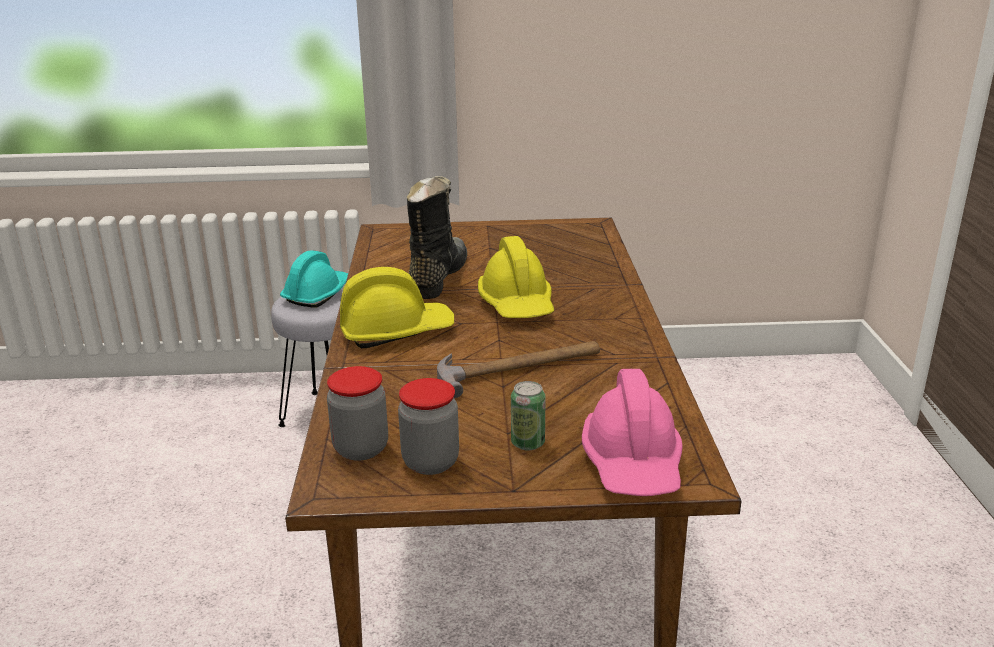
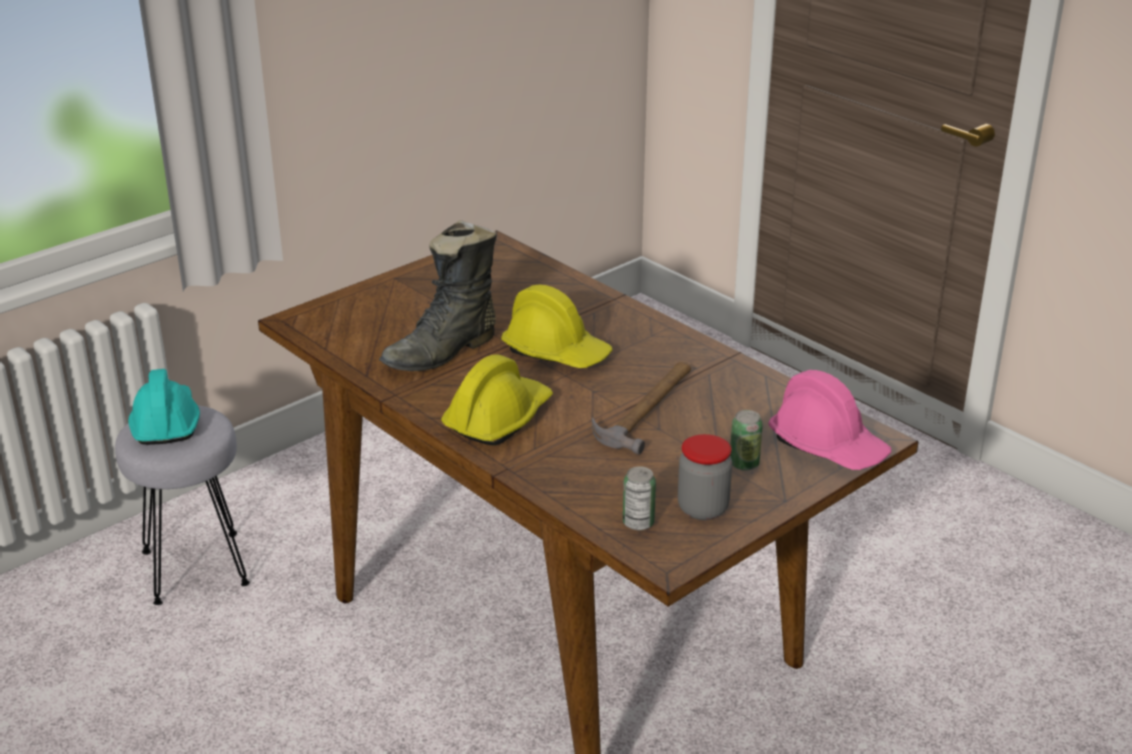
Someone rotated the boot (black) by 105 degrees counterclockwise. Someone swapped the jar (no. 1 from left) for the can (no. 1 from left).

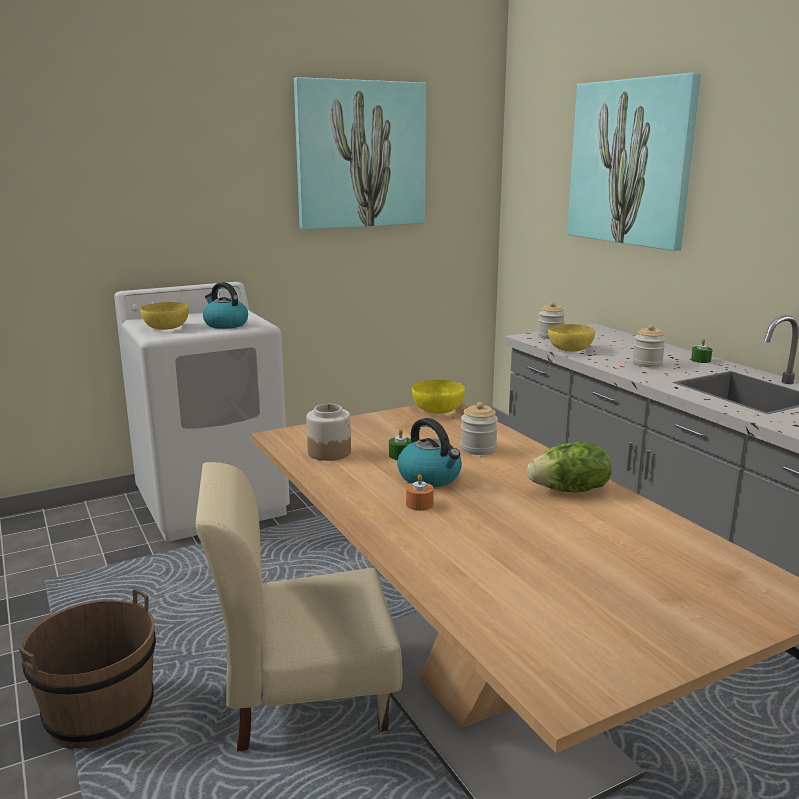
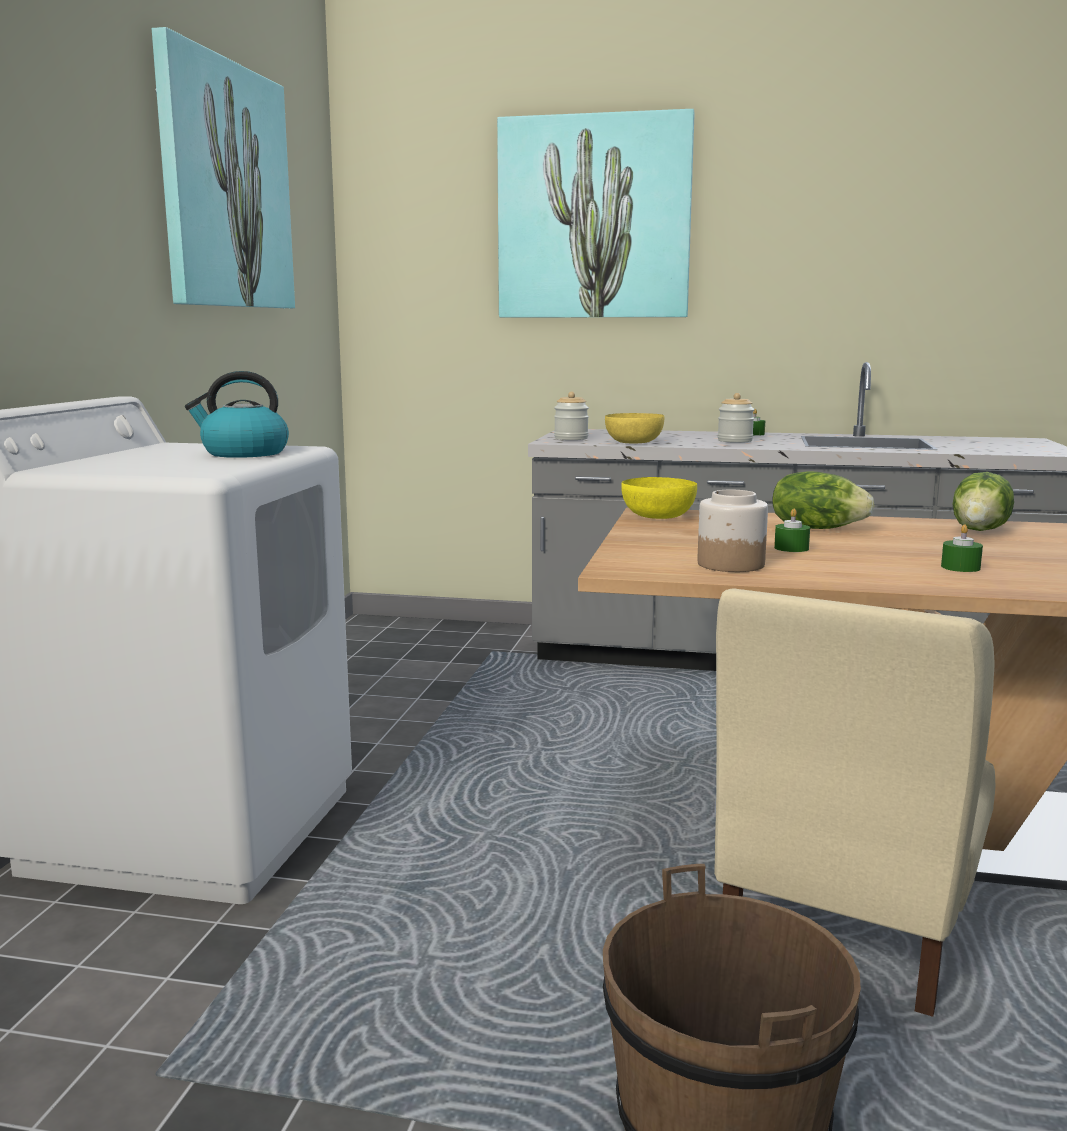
Someone swapped the jar (no. 2 from left) for the lettuce (no. 1 from left). Someone repainted the candle (orange), which became the candle (green) (no. 3 from left). Someone took away the bowl (yellow) (no. 1 from left). Someone took away the kettle (no. 2 from left).

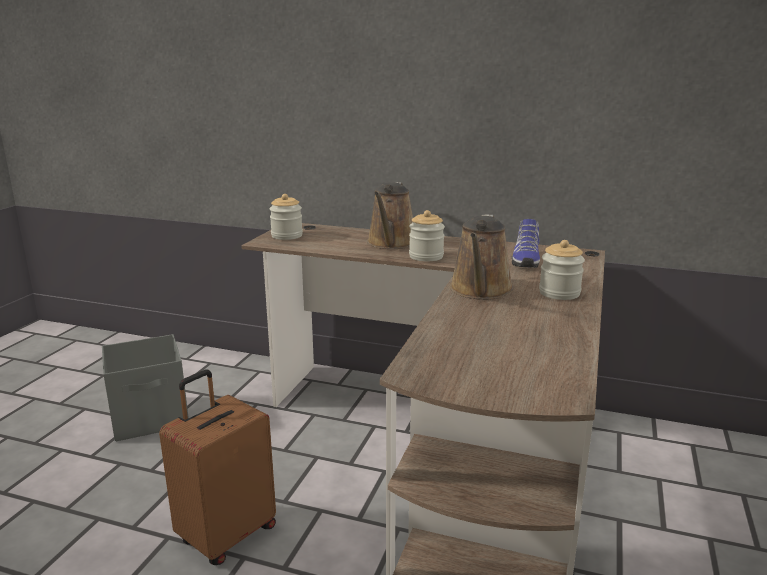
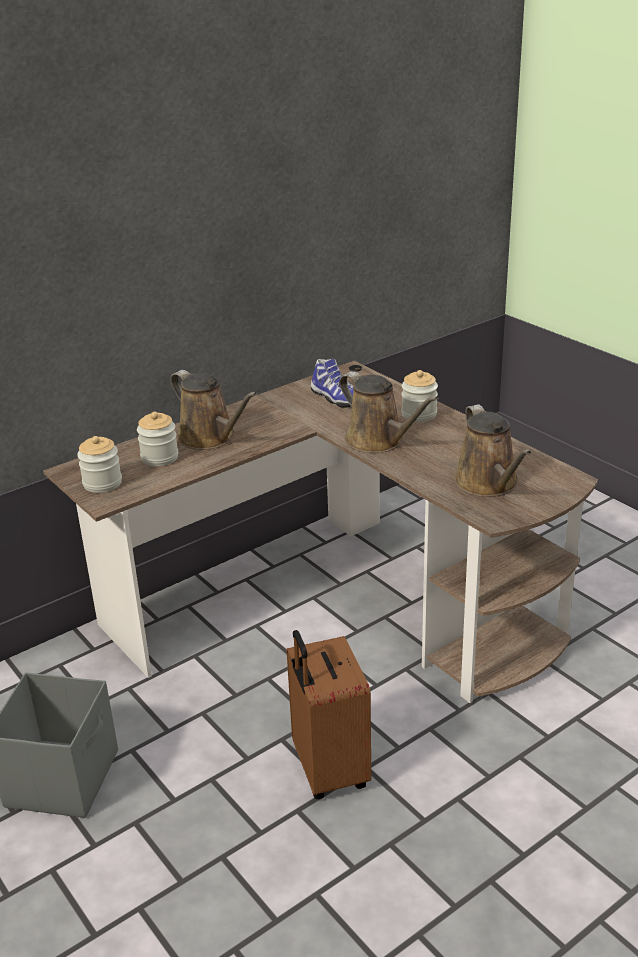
Someone carried the jar (no. 2 from left). Someone put down the watering can (brown) (no. 3 from left).

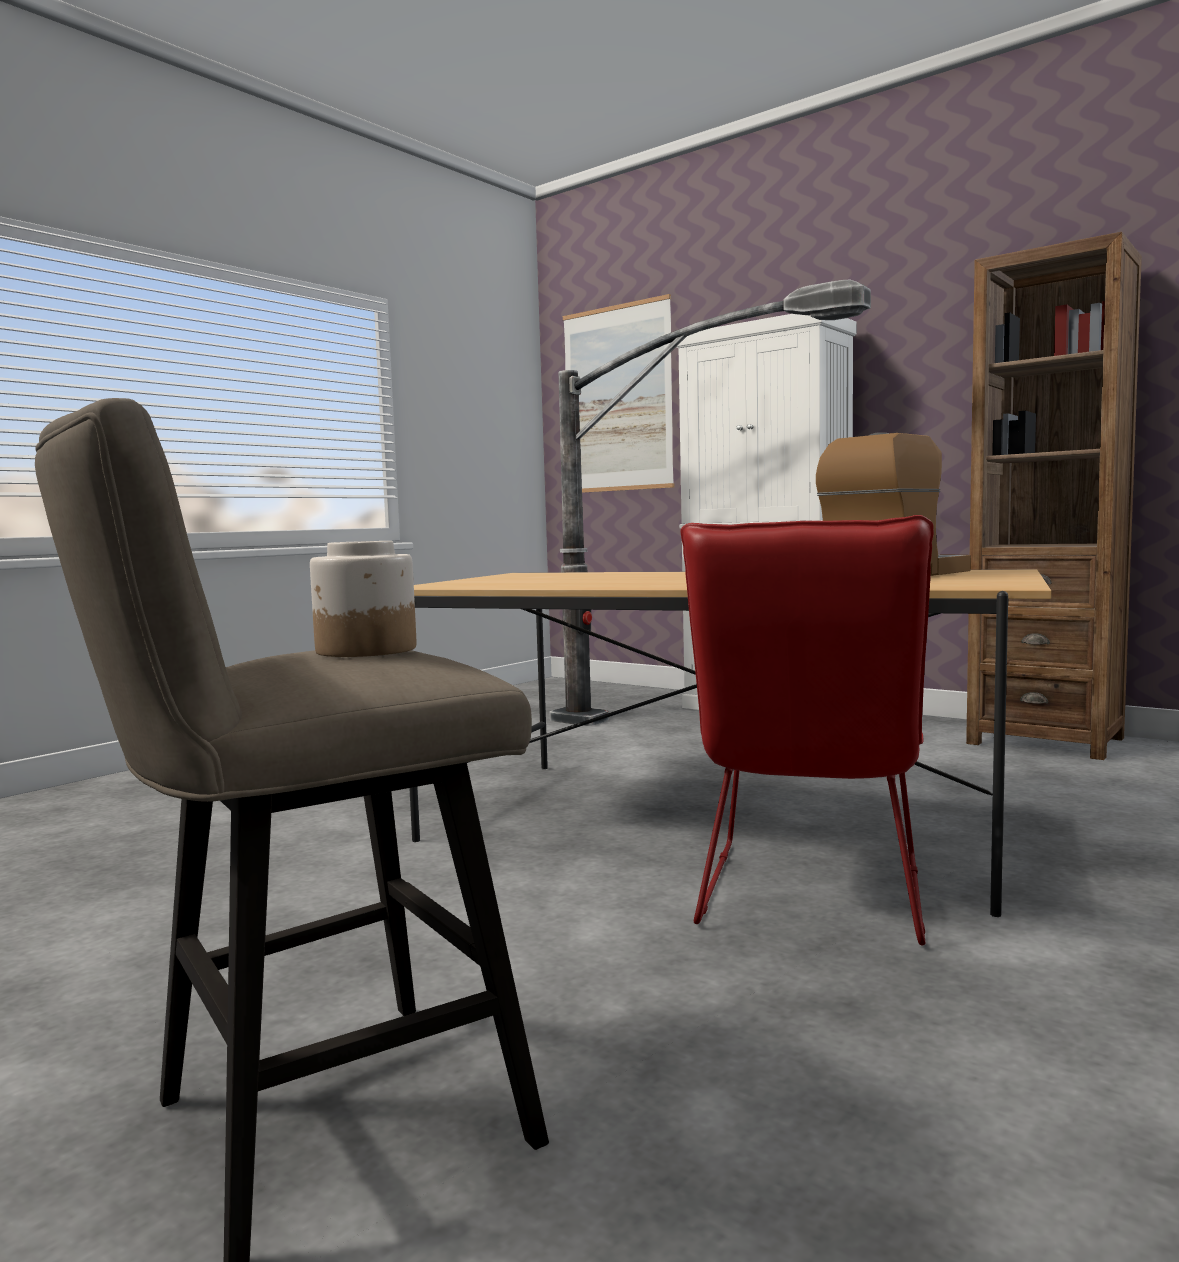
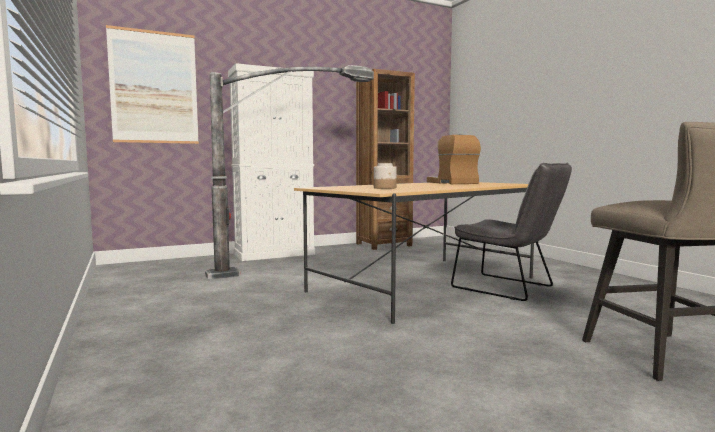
Someone carried the jar. Someone repainted the chair (red), which became the chair (grey).

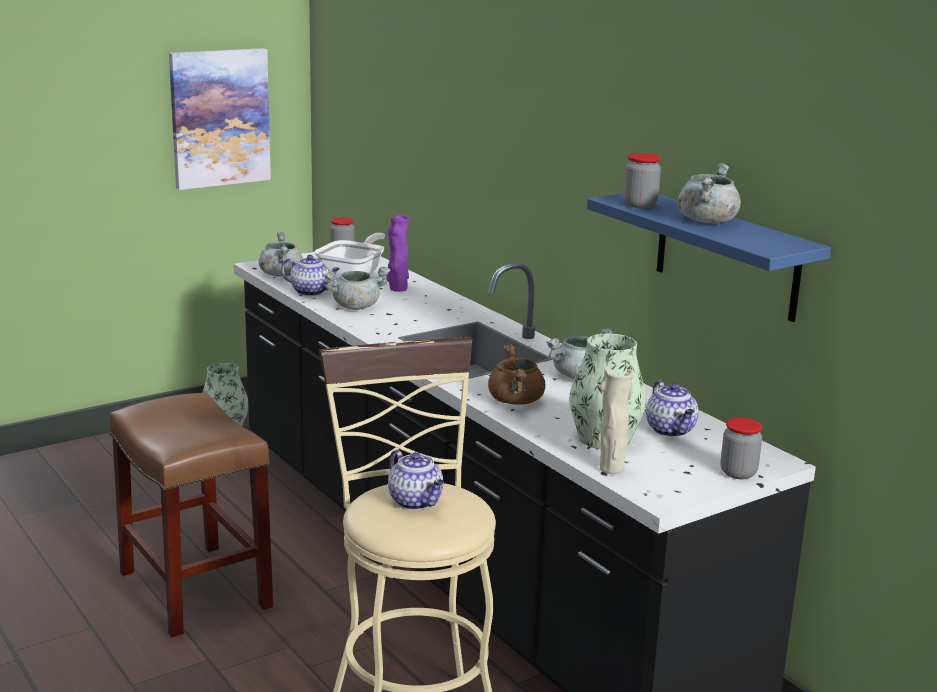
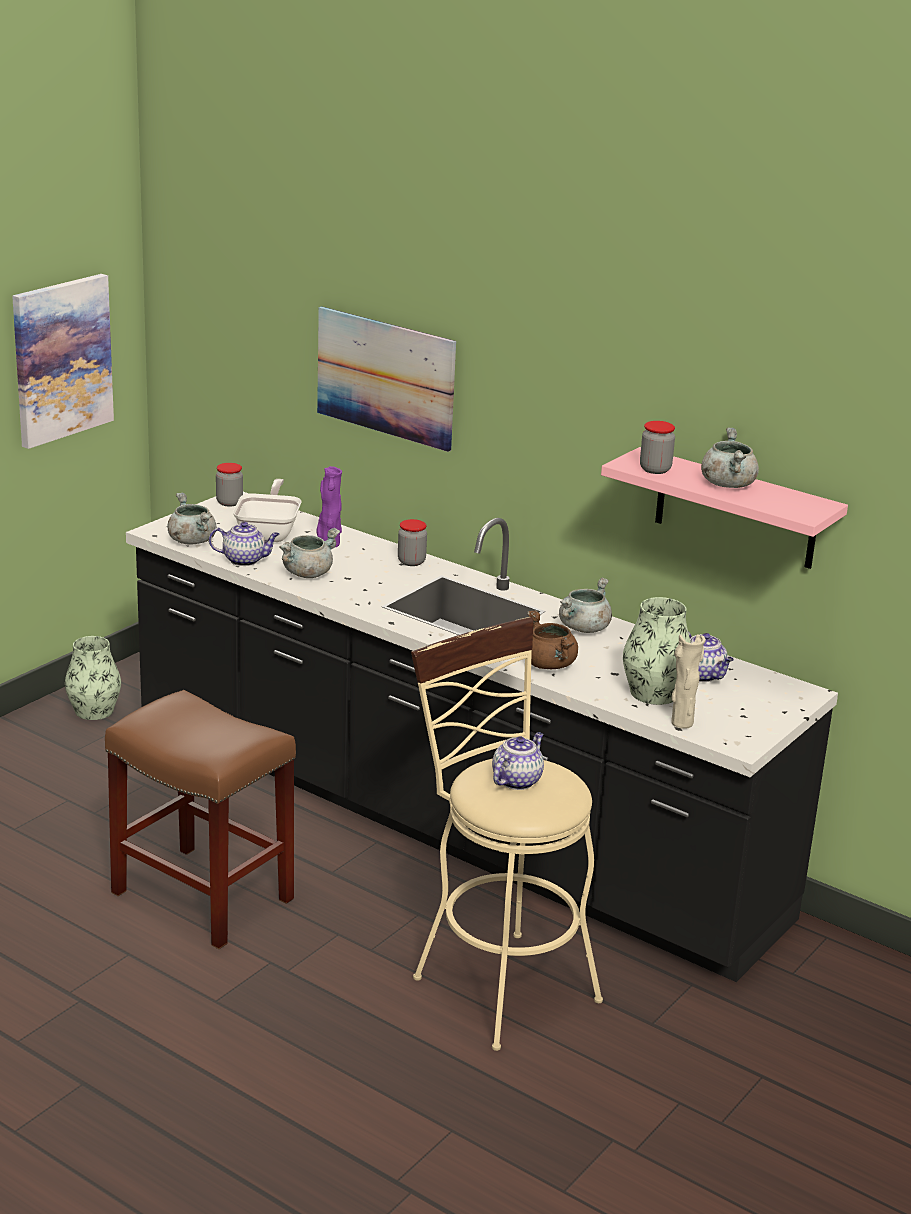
Someone put up the picture (no. 2 from left). Someone carried the jar (no. 3 from left in the first image). Someone rotated the teapot (no. 2 from left) by 90 degrees counterclockwise. Someone repainted the shelf (blue), which became the shelf (pink).

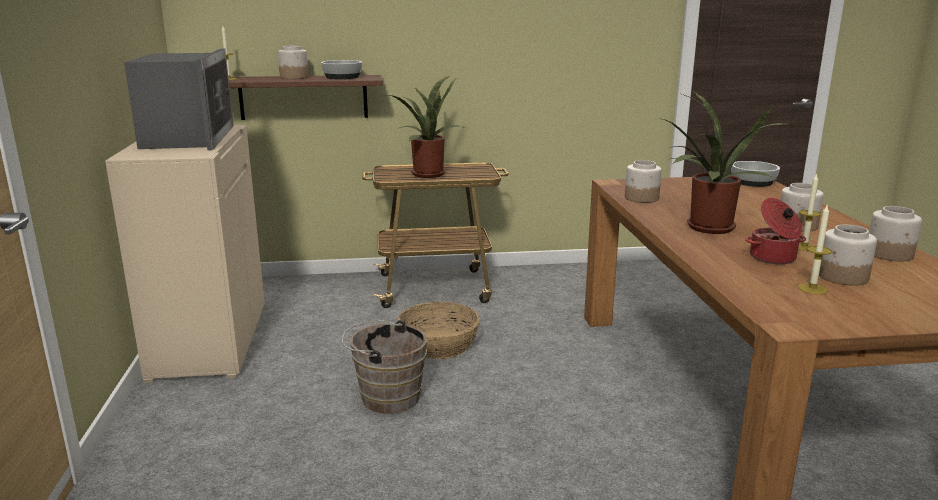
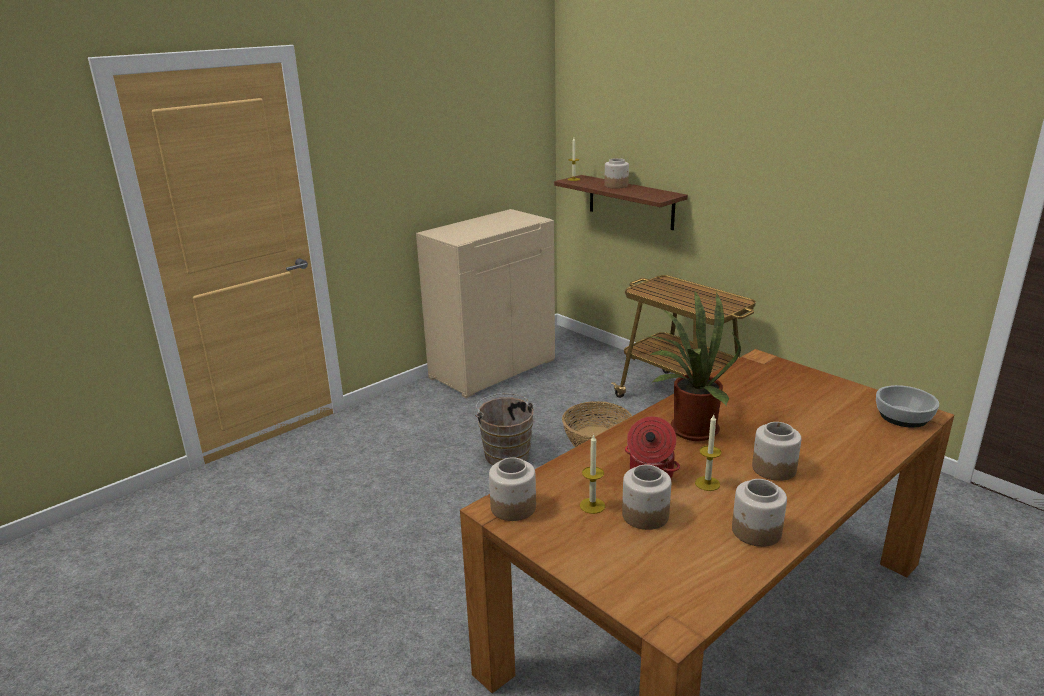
Someone carried the jar (no. 2 from left in the first image). Someone took away the microwave. Someone took away the bowl (no. 1 from left). Someone took away the potted plant (no. 1 from left).

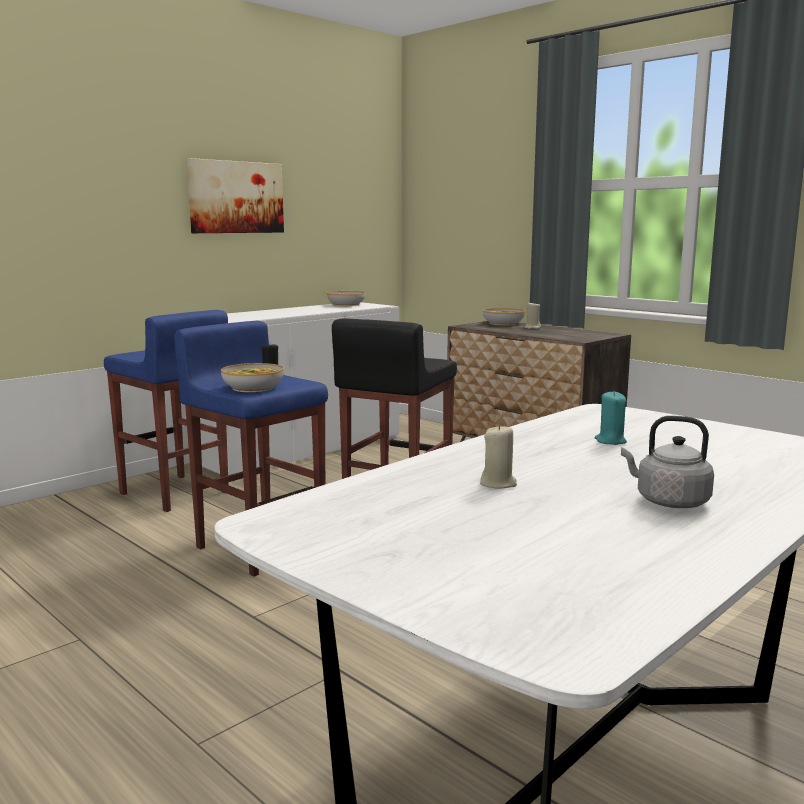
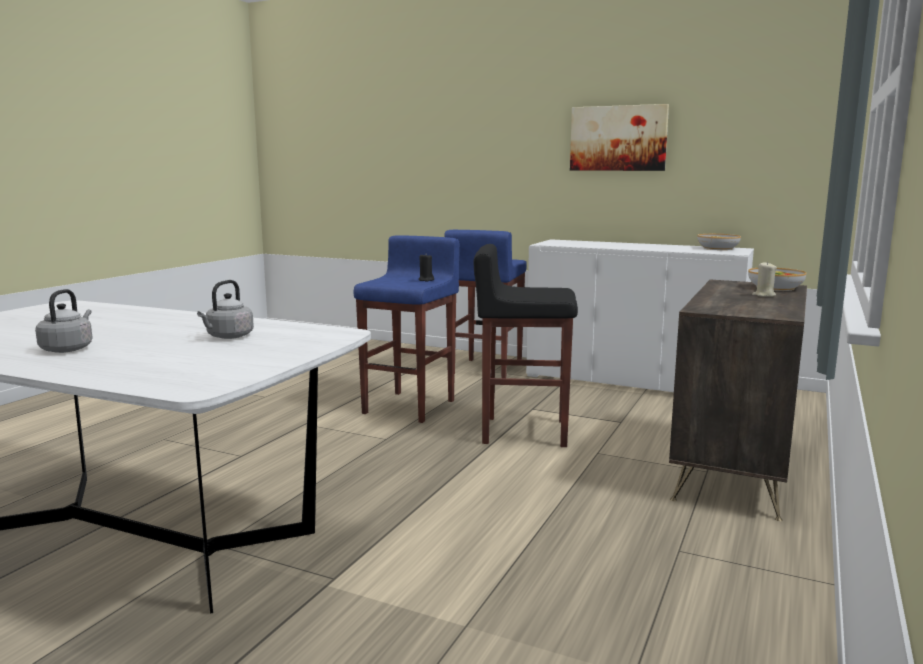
Someone swapped the candle (turquoise) for the kettle (grey) (no. 2 from left). Someone took away the bowl (no. 1 from left). Someone took away the candle (beige) (no. 1 from left).

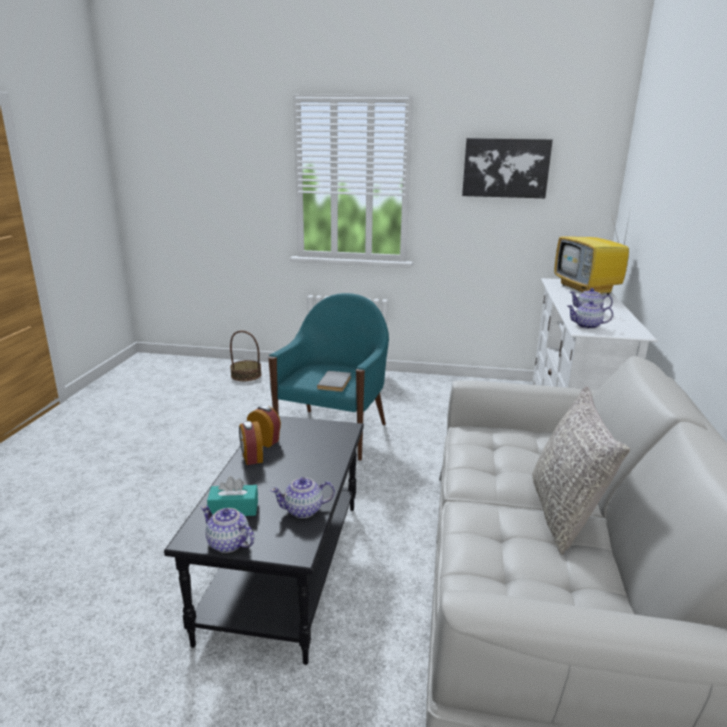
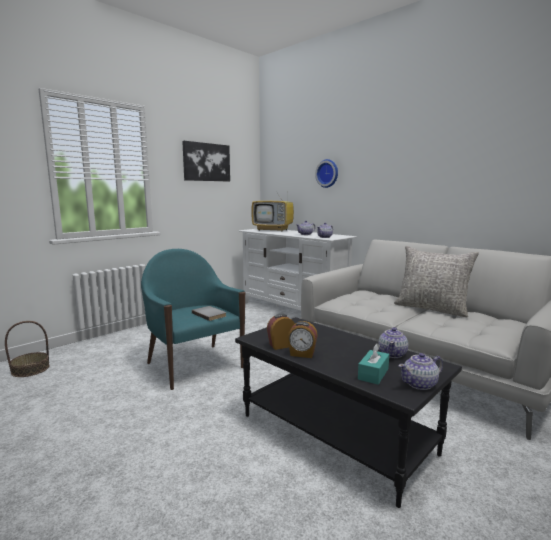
Someone put up the wall clock.

